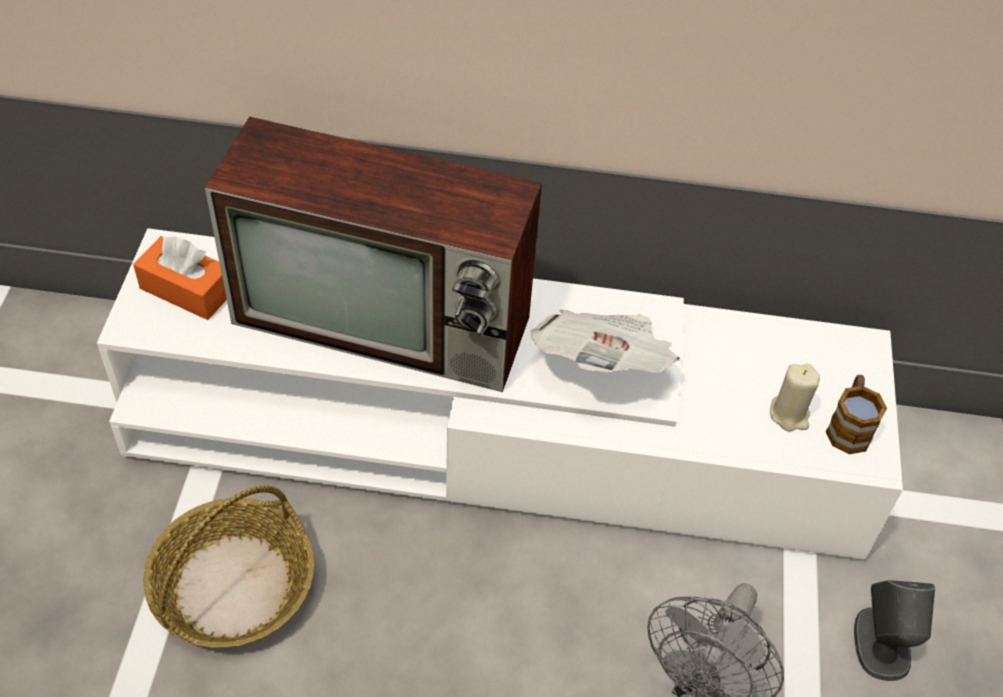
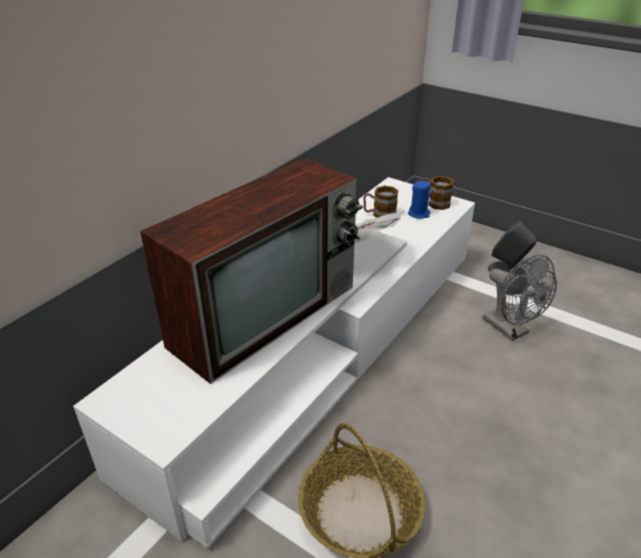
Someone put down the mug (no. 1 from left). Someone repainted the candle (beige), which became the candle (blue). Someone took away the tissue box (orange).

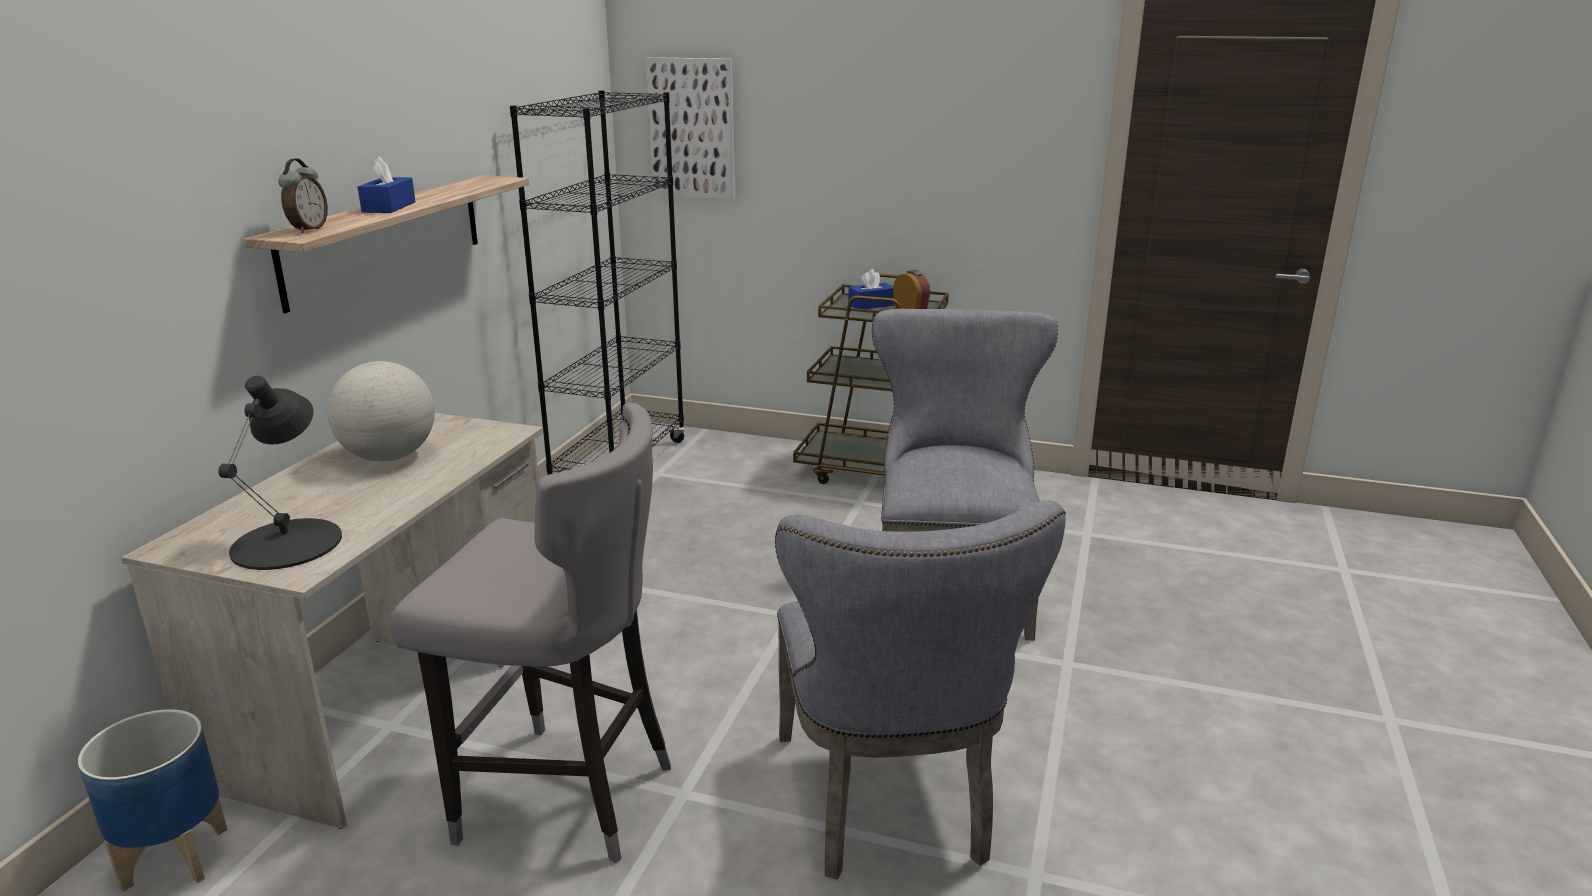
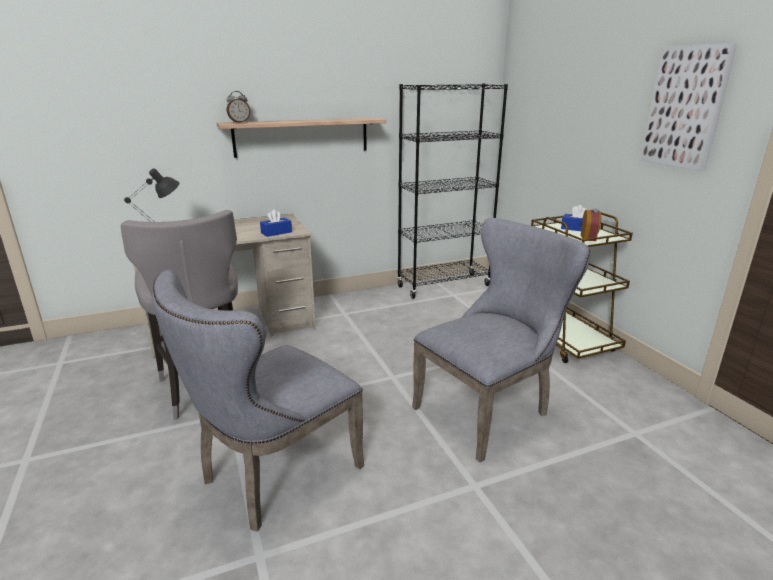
Someone carried the tissue box (blue) (no. 1 from left). Someone carried the picture. Someone took away the planter. Someone took away the globe.

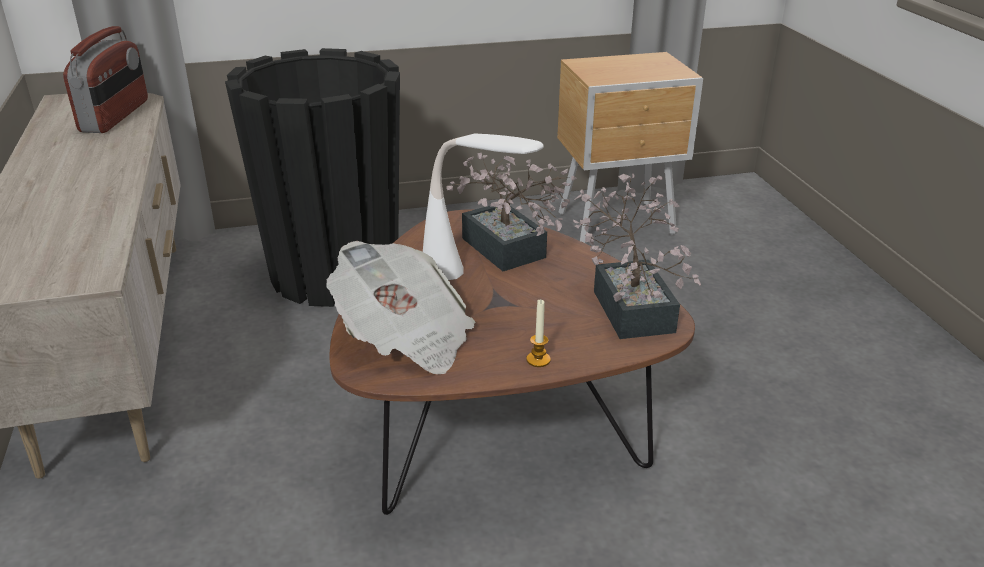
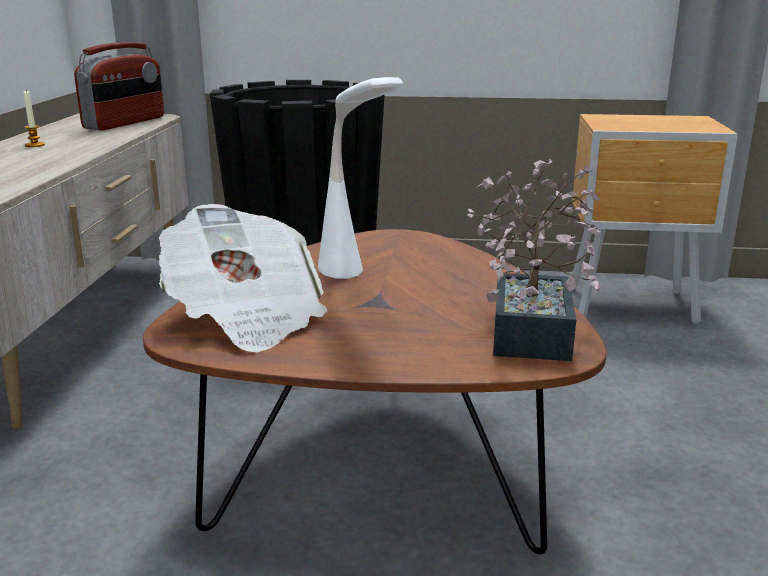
Someone carried the candle. Someone took away the potted plant (no. 1 from left).

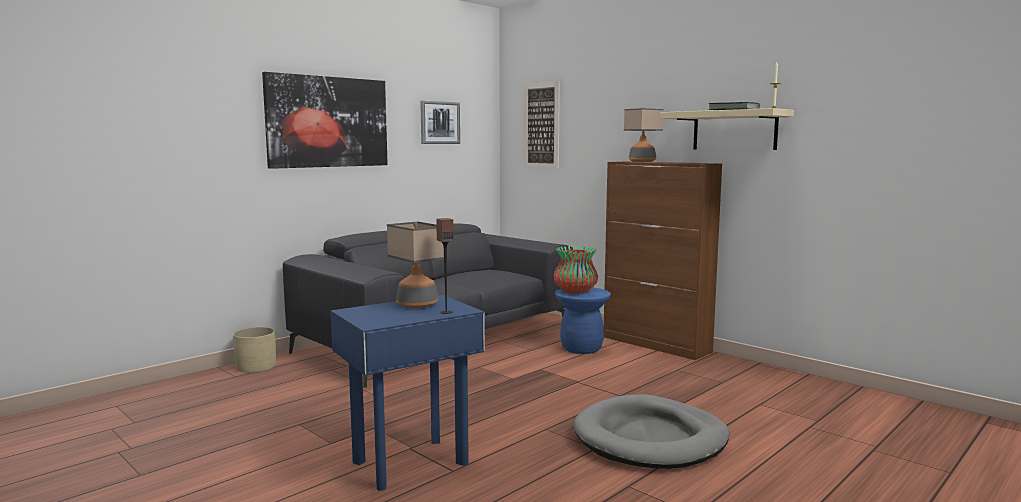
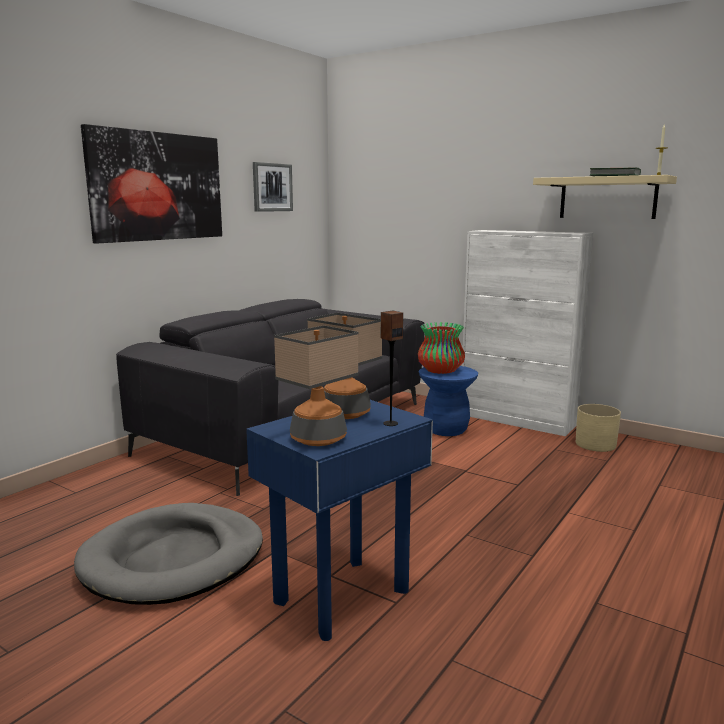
Someone carried the dog bed (grey). Someone carried the table lamp (no. 2 from left in the first image). Someone repainted the cabinet (brown), which became the cabinet (white). Someone carried the planter (beige). Someone took away the picture (no. 3 from left).

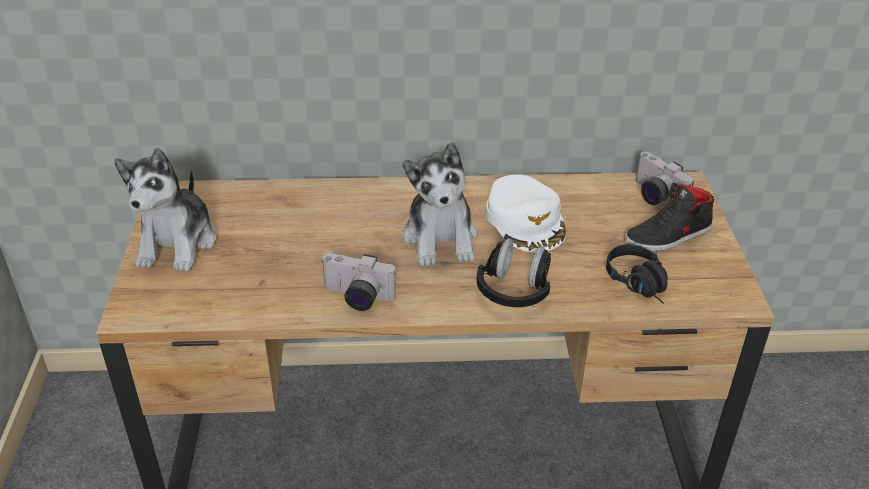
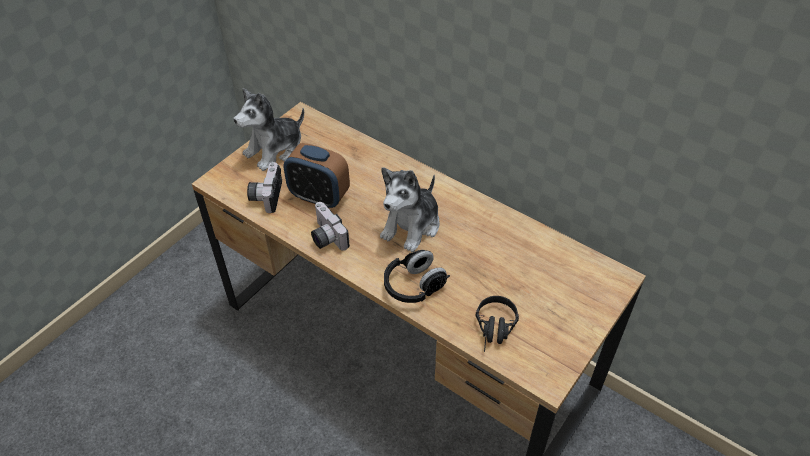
Someone carried the photo camera (no. 2 from left in the first image). Someone put down the alarm clock. Someone took away the cap (white). Someone took away the shoe (black).

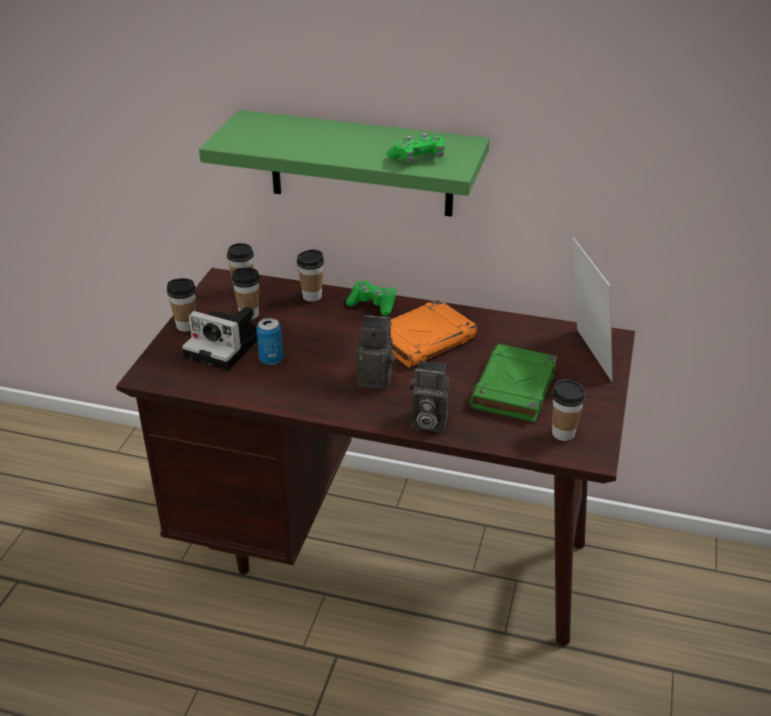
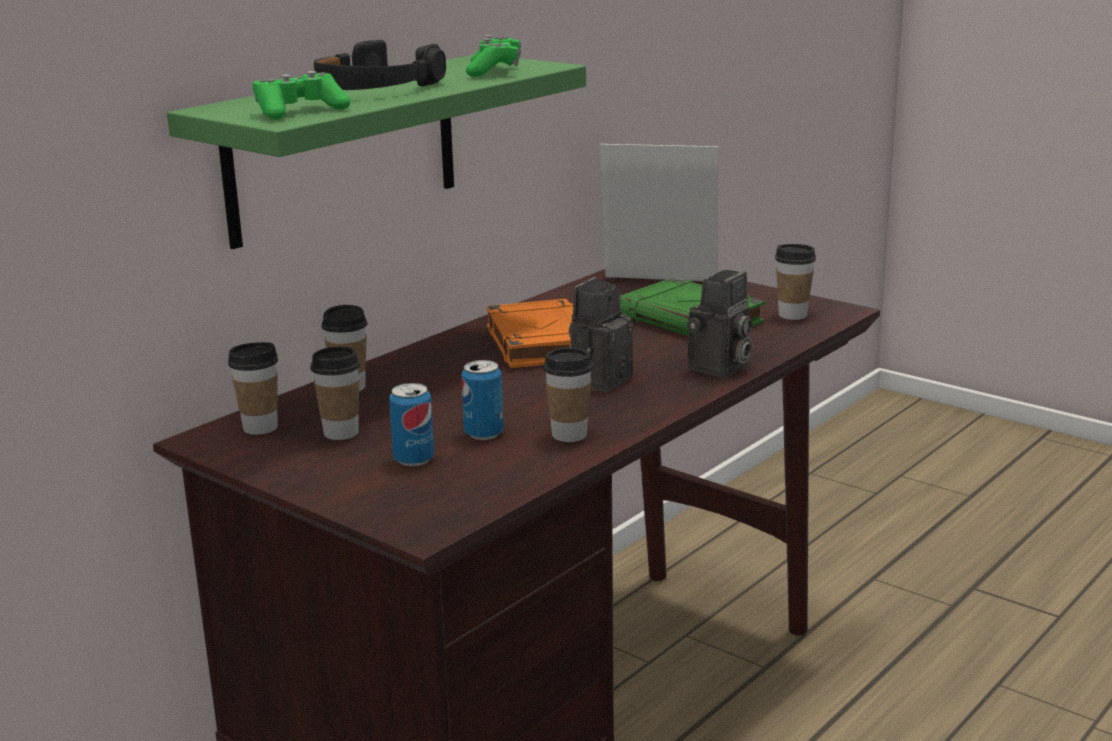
Someone carried the game controller (green) (no. 1 from left). Someone put down the headphones (black). Someone swapped the photo camera (no. 1 from left) for the can (no. 1 from left). Someone carried the cup (no. 1 from left in the first image).

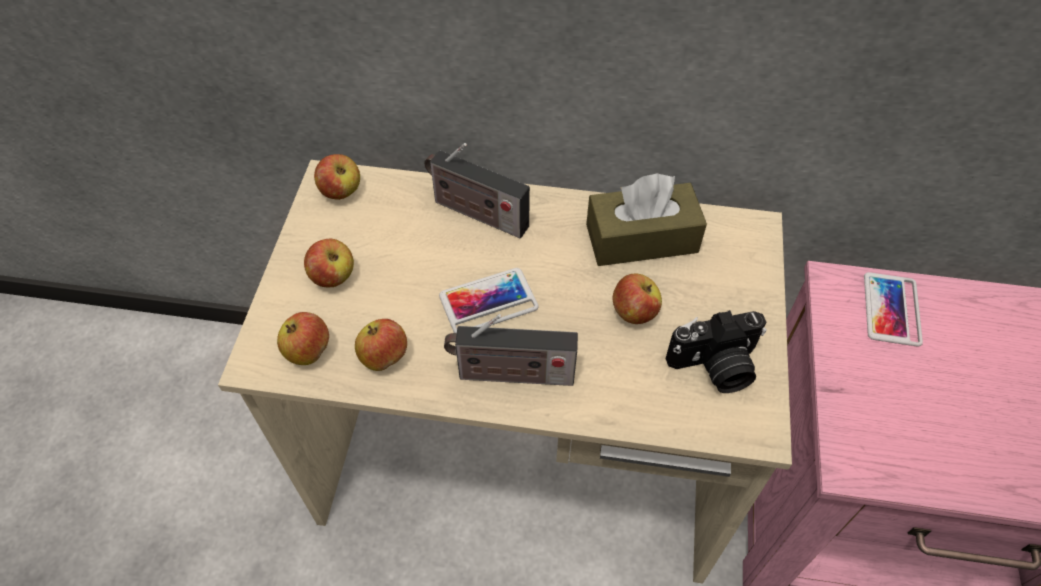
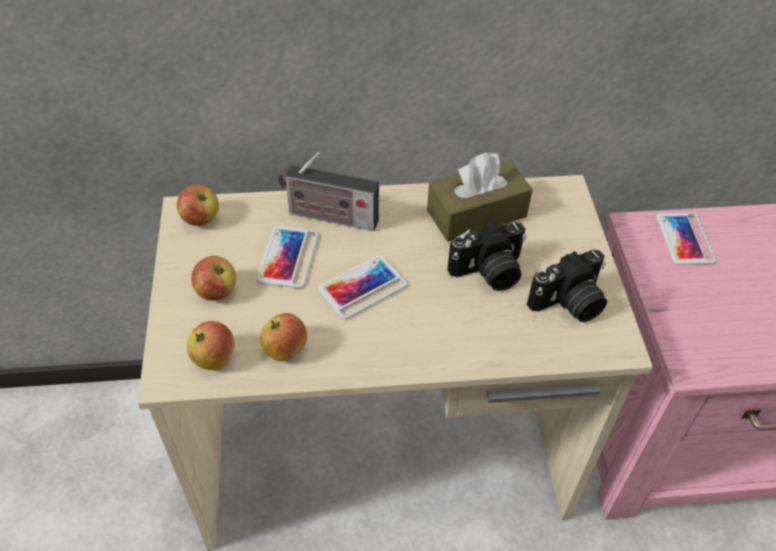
Someone put down the phone (no. 1 from left). Someone swapped the apple (no. 5 from left) for the photo camera (no. 1 from left). Someone took away the radio (no. 2 from left).

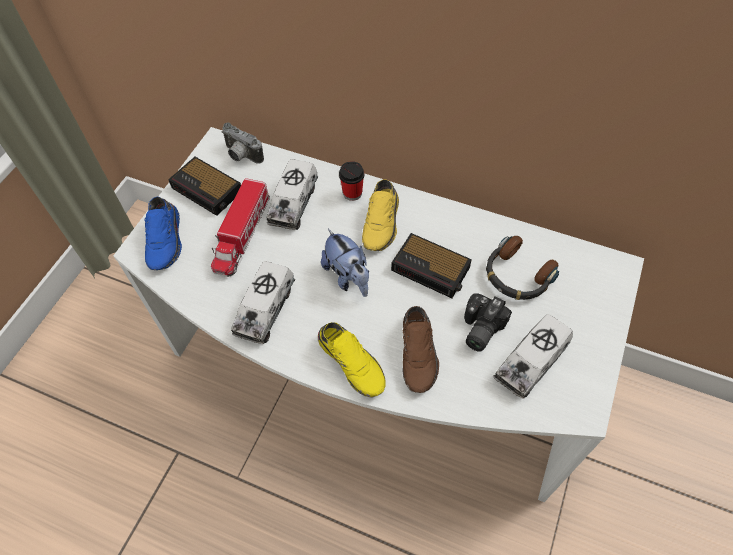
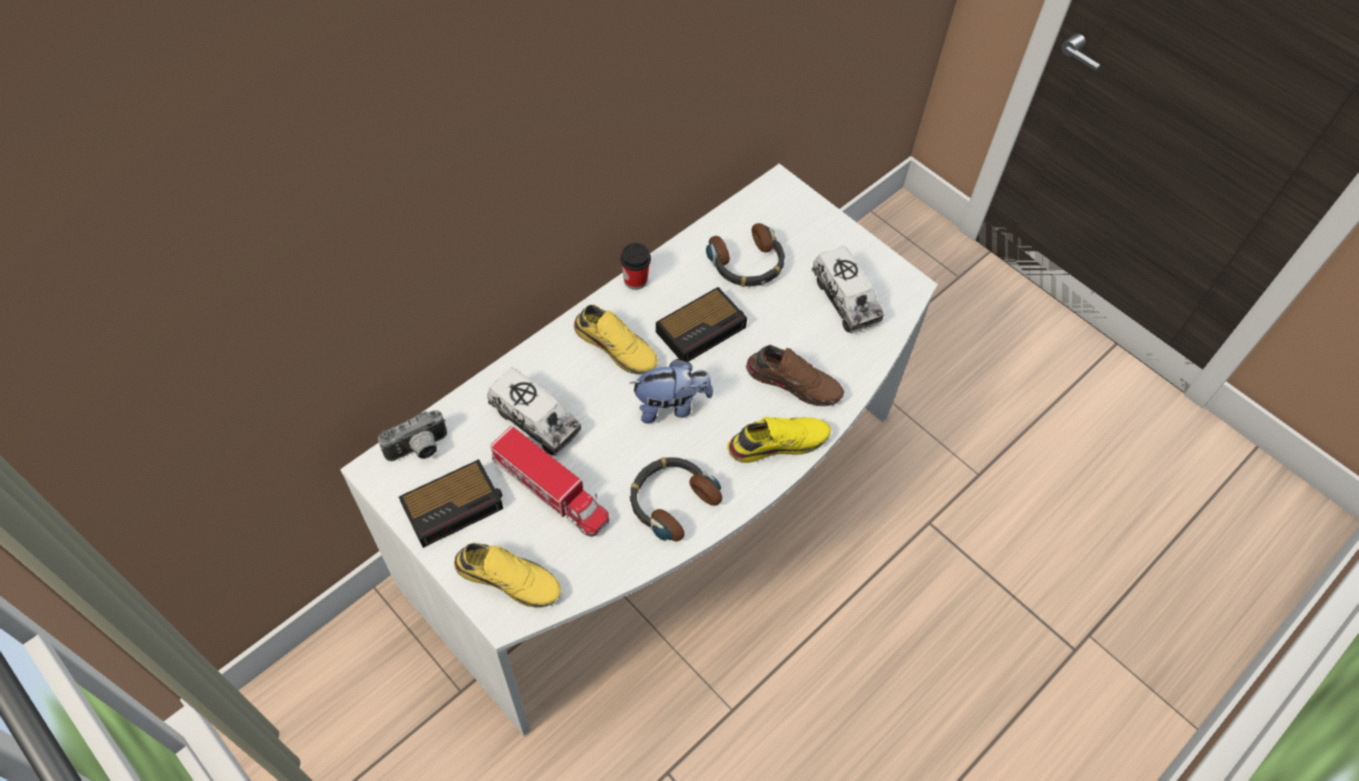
Someone repainted the shoe (blue), which became the shoe (yellow) (no. 1 from left). Someone carried the cup. Someone swapped the toy truck (no. 2 from left) for the headphones (no. 1 from left). Someone took away the photo camera (no. 2 from left).

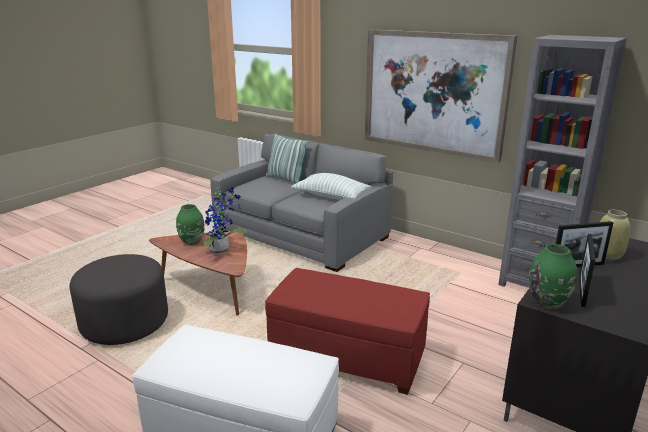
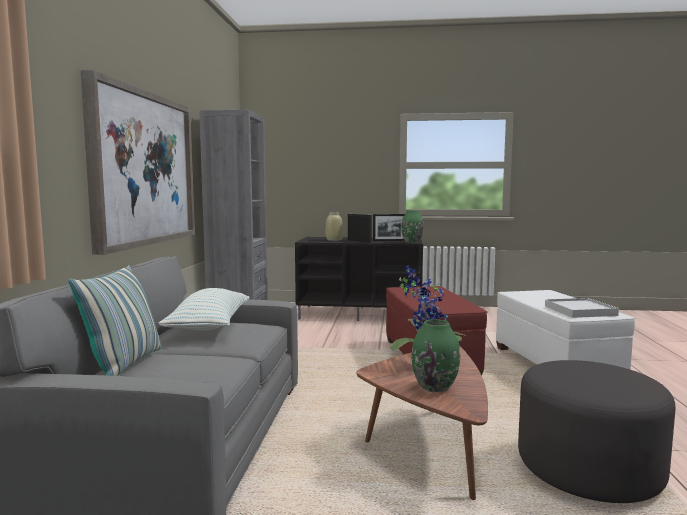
Someone put down the tray (white).

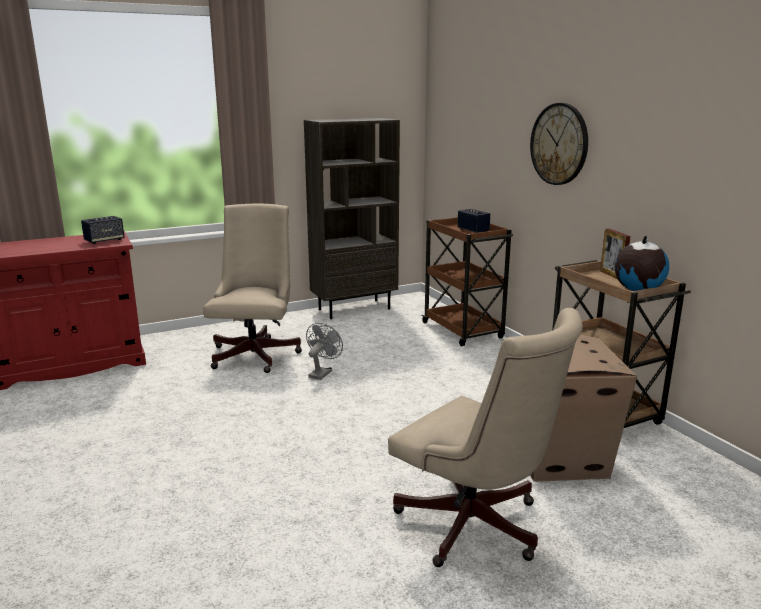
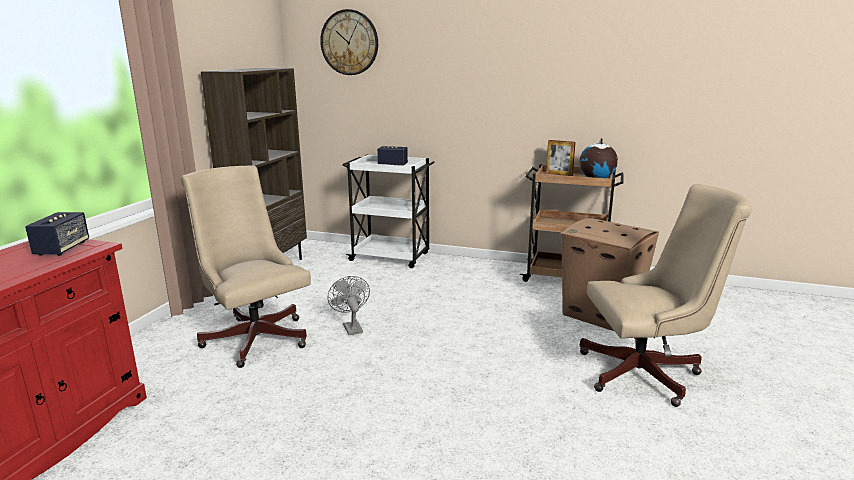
Someone carried the wall clock. Someone repainted the cart (brown) (no. 1 from left), which became the cart (white).

